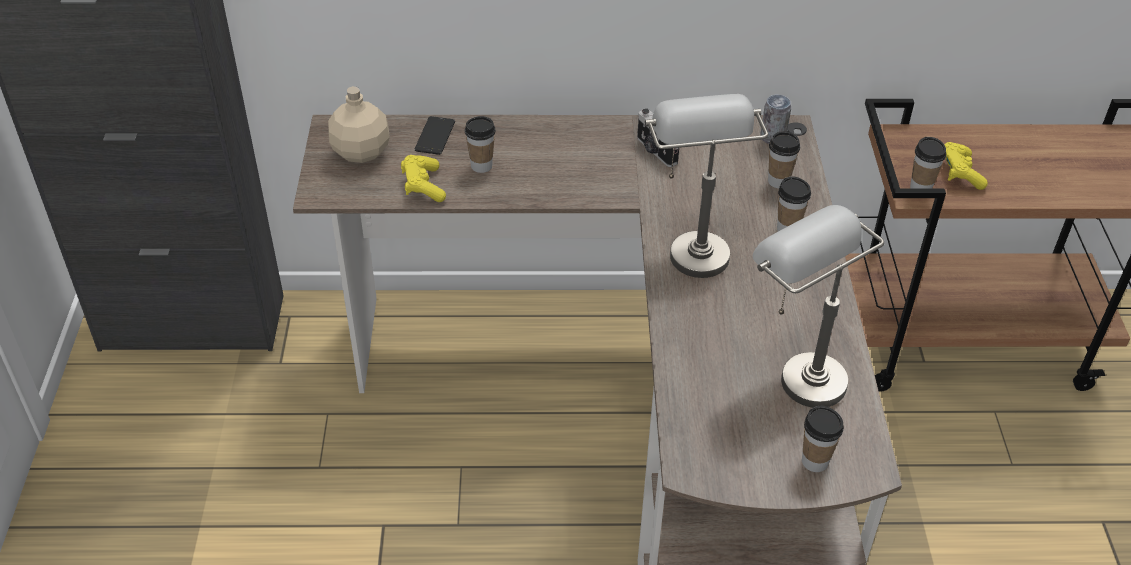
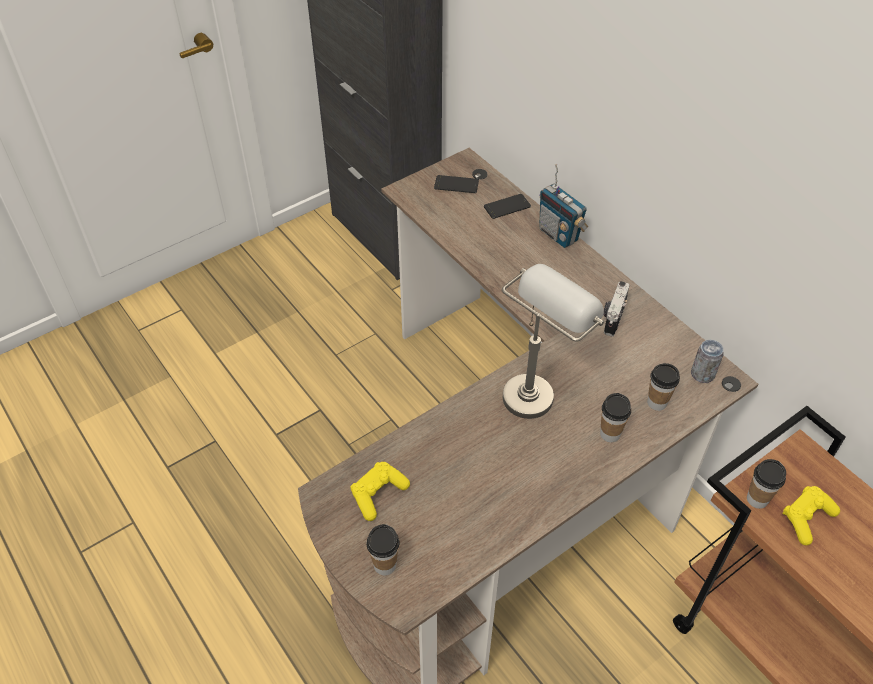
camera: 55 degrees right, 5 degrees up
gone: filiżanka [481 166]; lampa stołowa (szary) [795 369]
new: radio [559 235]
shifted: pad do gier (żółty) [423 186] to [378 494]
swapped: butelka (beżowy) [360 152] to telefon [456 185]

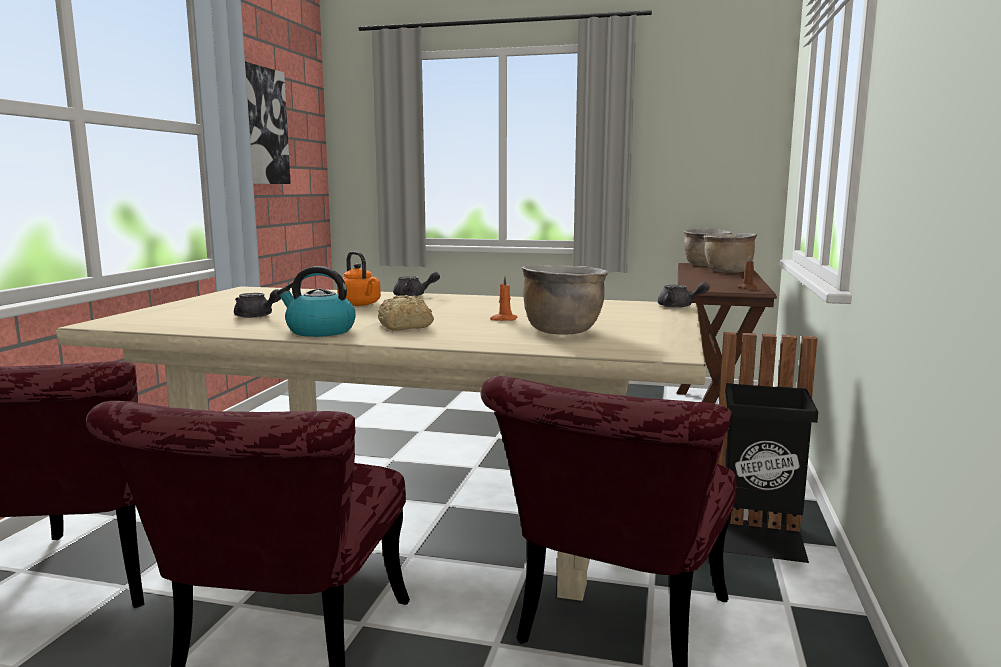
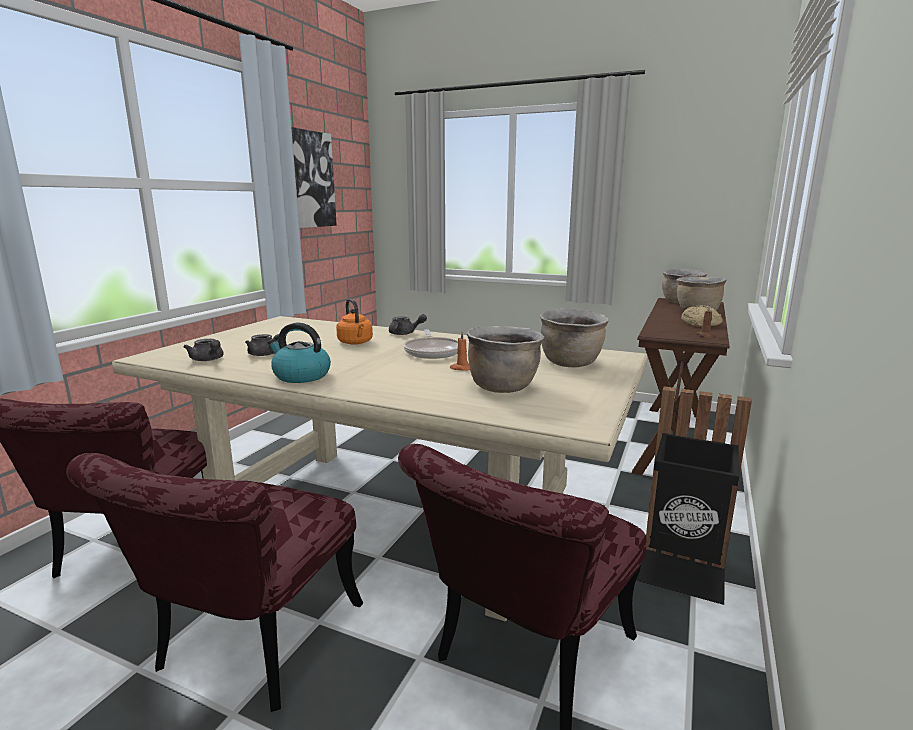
camera: 10 degrees right, 5 degrees up
new: patelnia [433 351]; garnek (brązowy) [571 363]
shifted: imbryk (szary) [679 307] to [208 360]; chleb [404 326] to [700 324]

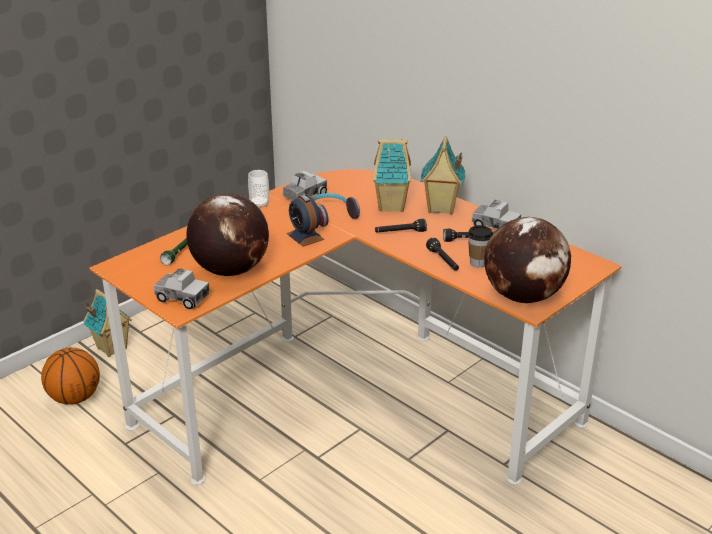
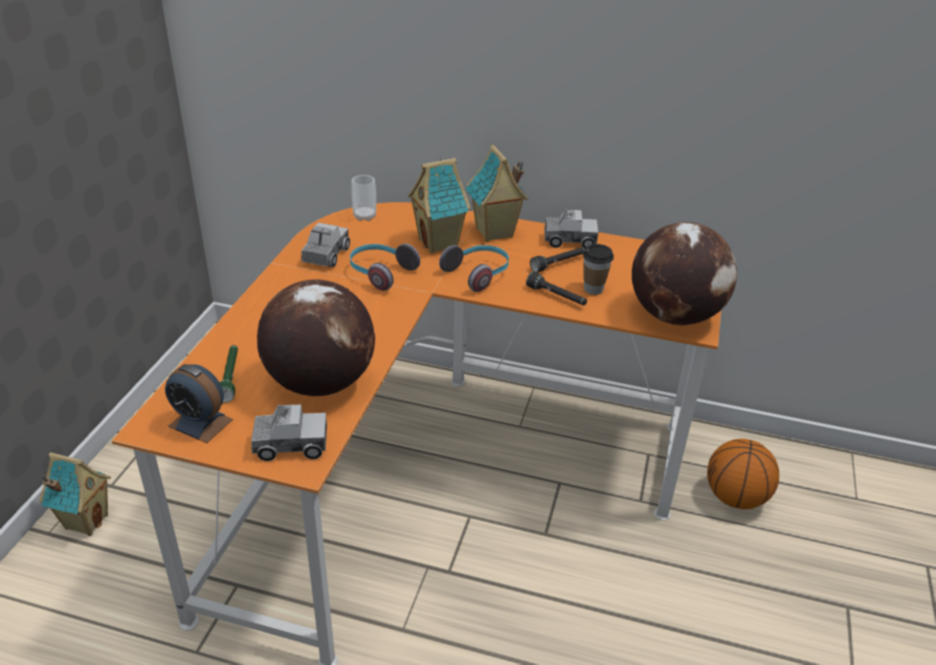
camera: 30 degrees left, 5 degrees up
shifted: budzik [305 236] to [200 423]; filiżanka [259 204] to [364 216]; piłka do koszykówki [75 398] to [735 497]
swapped: latarka (czarny) [400 233] to słuchawki [478 274]

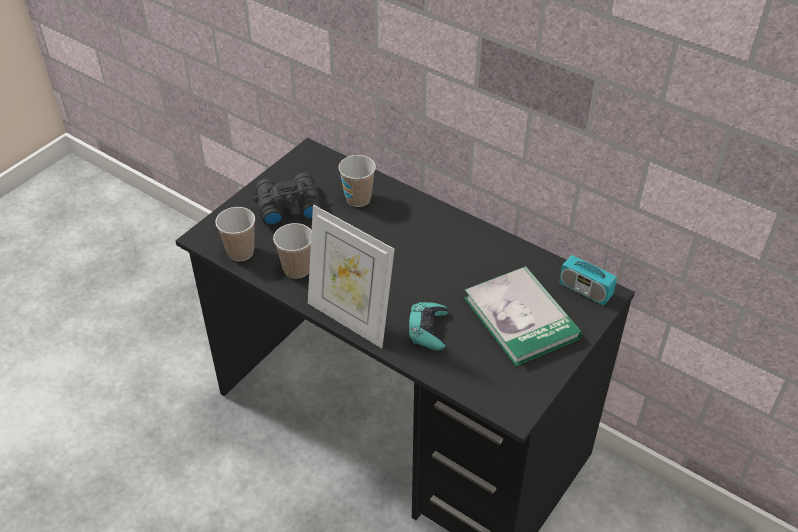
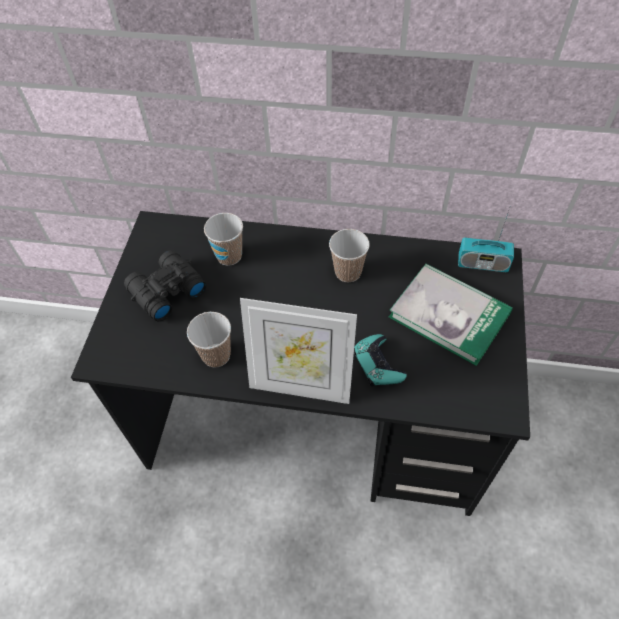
camera: 25 degrees left, 10 degrees up
shifted: filiżanka [240 252] to [348 272]

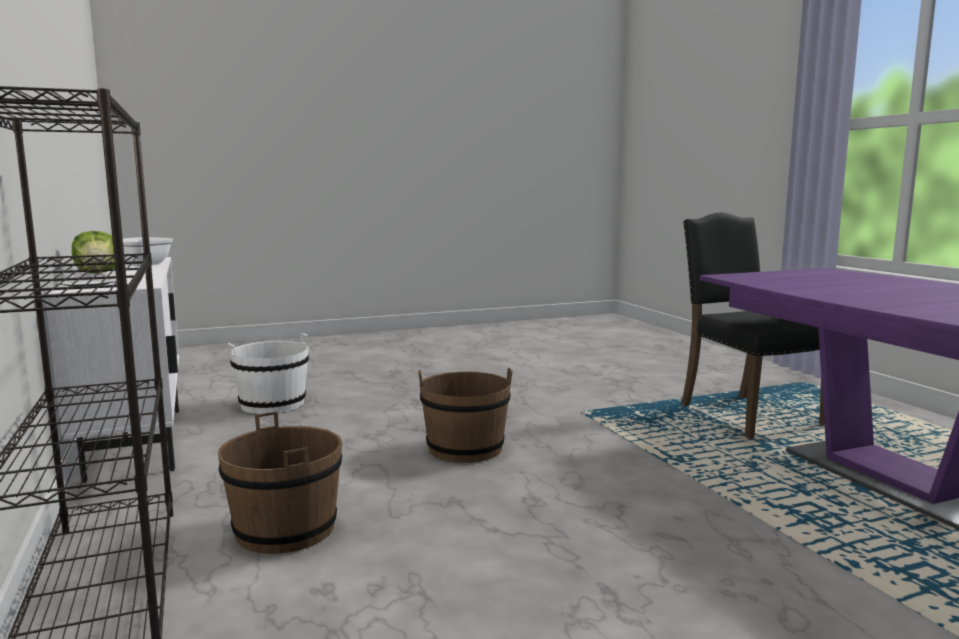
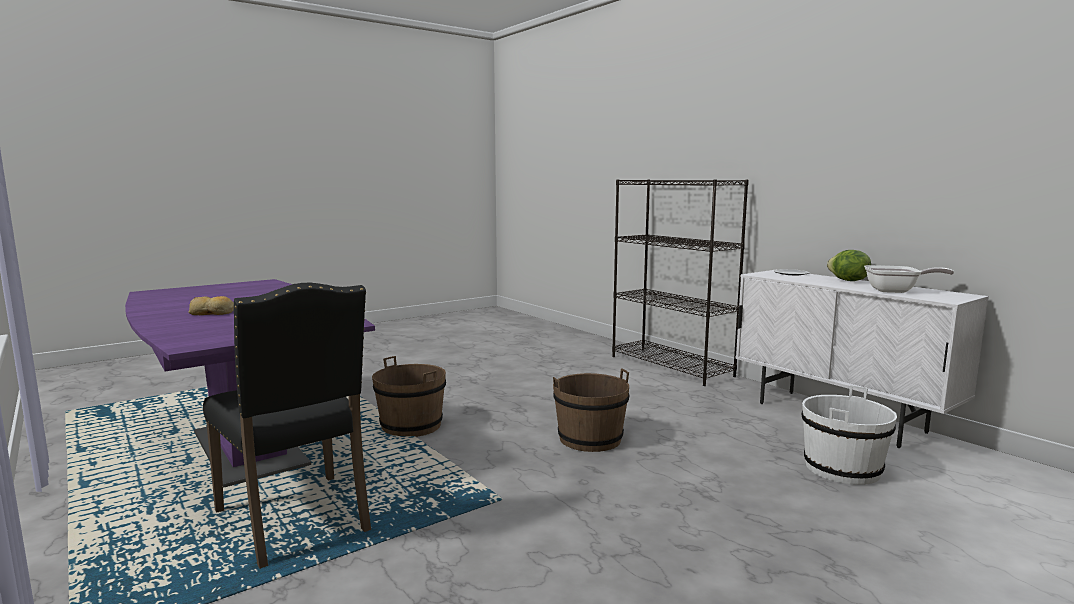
camera: 165 degrees right, 0 degrees up
new: chleb [212 313]
shifted: wiadro (brązowy) [286 530] to [411 426]

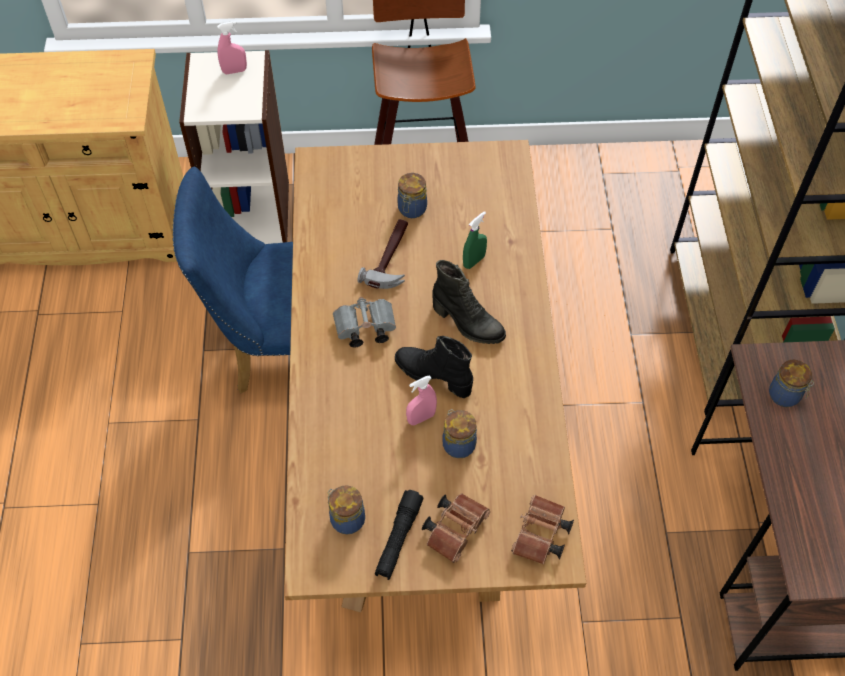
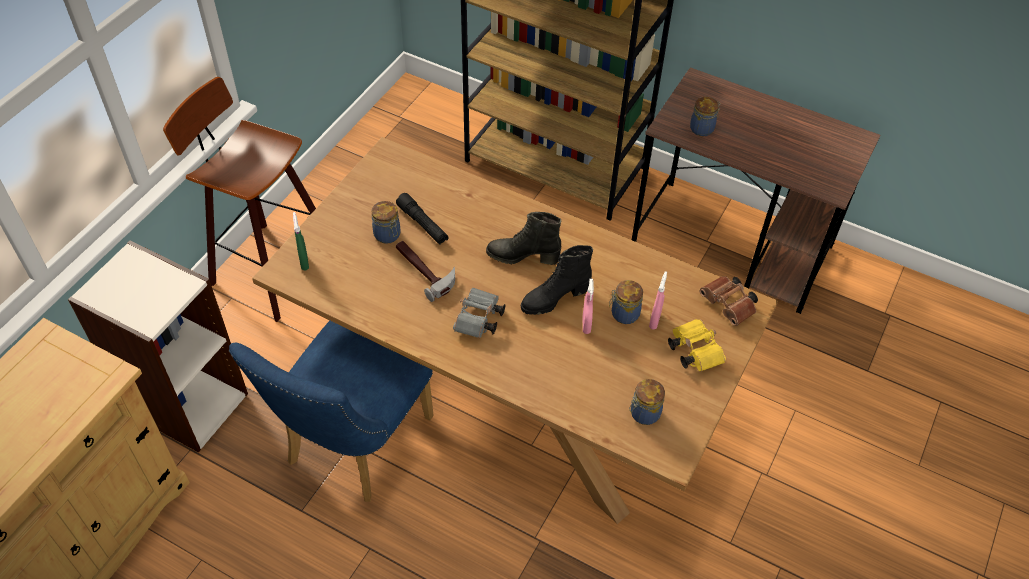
camera: 60 degrees left, 5 degrees down
shifted: spryskiwacz (zielony) [474 261] to [304 262]; latarka (czarny) [398 538] to [422 224]; spryskiwacz (różowy) [234 71] to [654 320]
repainted: lornetka (brązowy) [456 528] to lornetka (żółty) [693 350]
rotated: but z cholewką (czarny) [467 324] = [523 256] 150 degrees counterclockwise

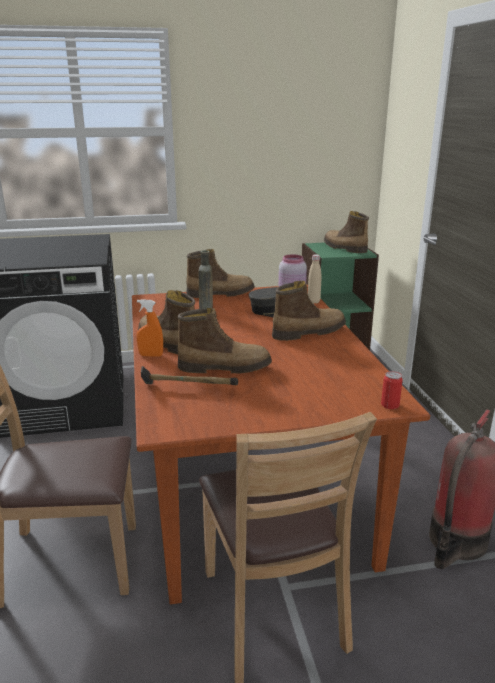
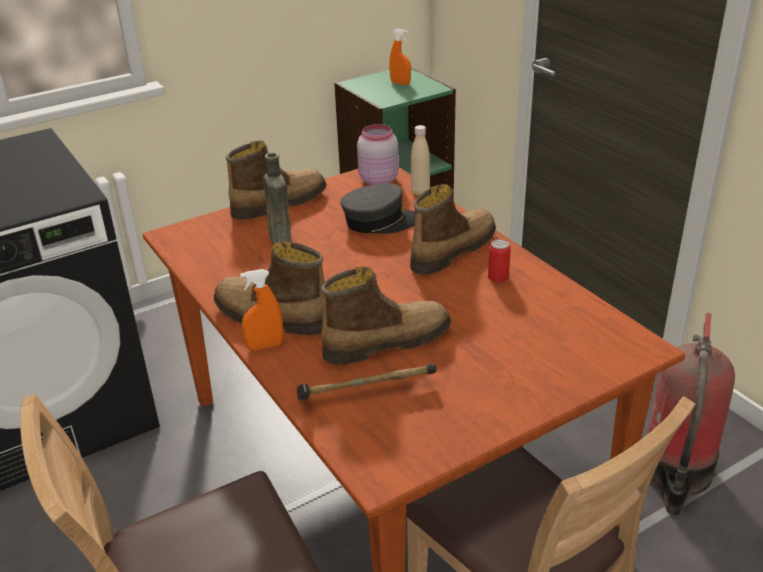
camera: 20 degrees left, 10 degrees up
shifted: puszka [390 405] to [498 277]
swapped: but z cholewką [344 248] to spryskiwacz (pomarańczowy) [400 83]

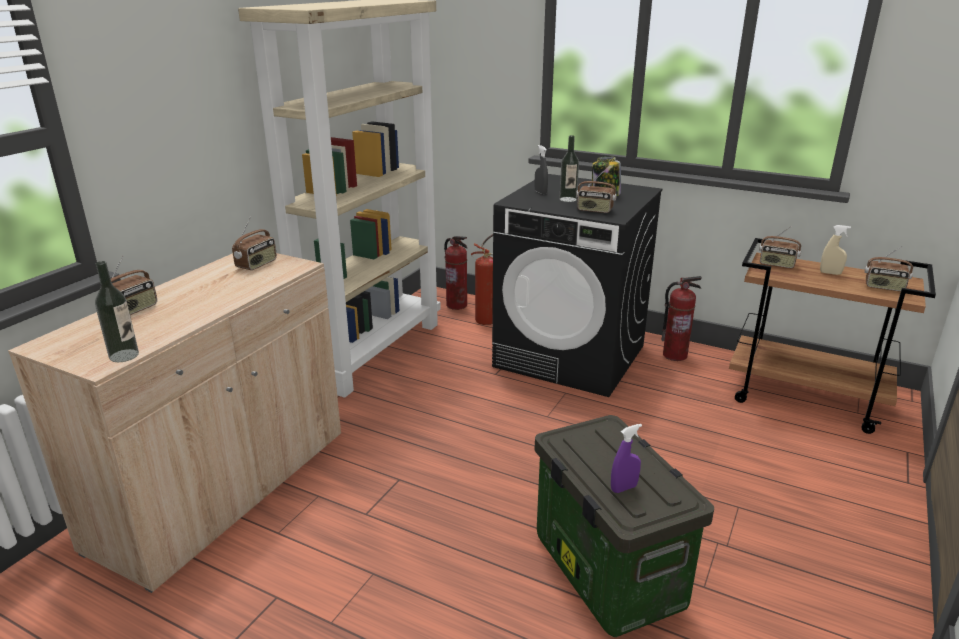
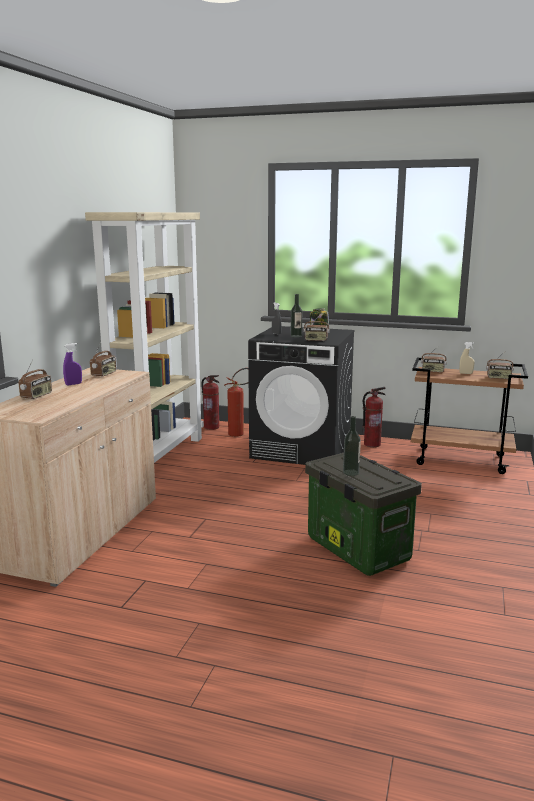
camera: 10 degrees left, 10 degrees down
shifted: spryskiwacz (fioletowy) [624 488] to [73 384]; butelka [124 355] to [351 472]

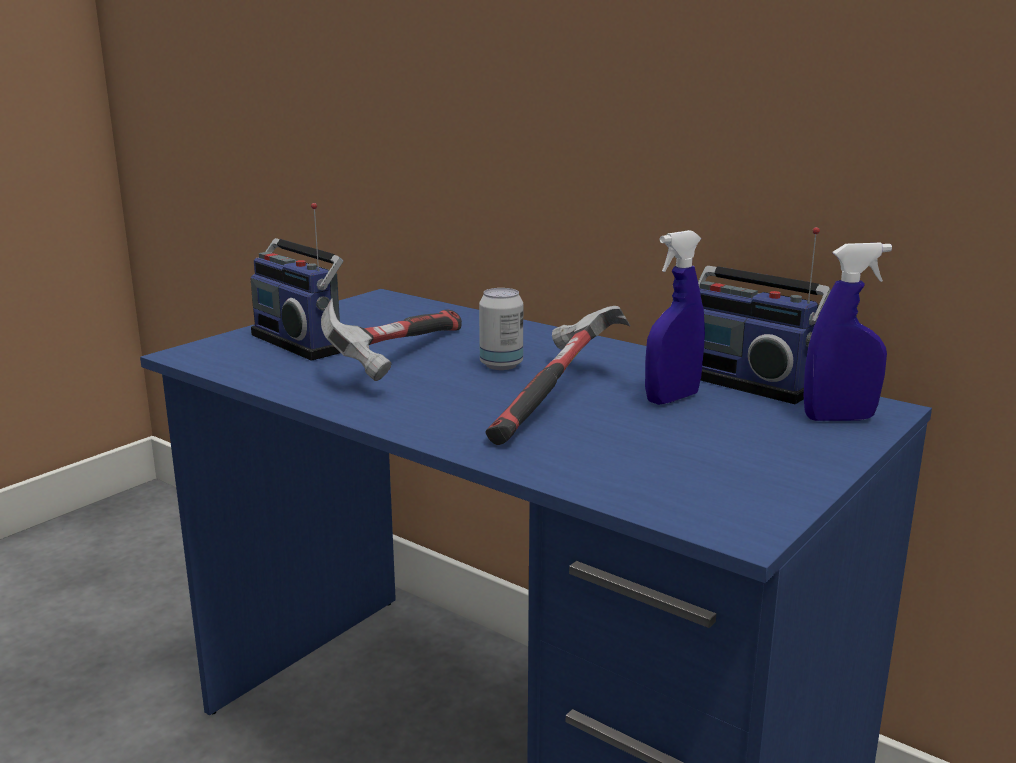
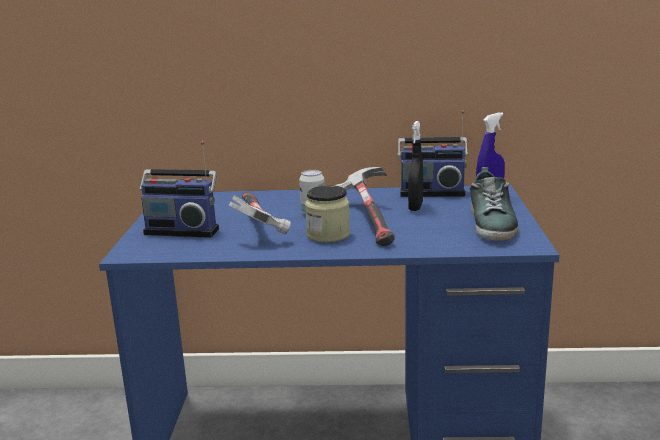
camera: 35 degrees left, 0 degrees up
new: słoik [328 235]; but [492 224]
repainted: spryskiwacz (niebieski) [672 398] to spryskiwacz (czarny) [415 207]

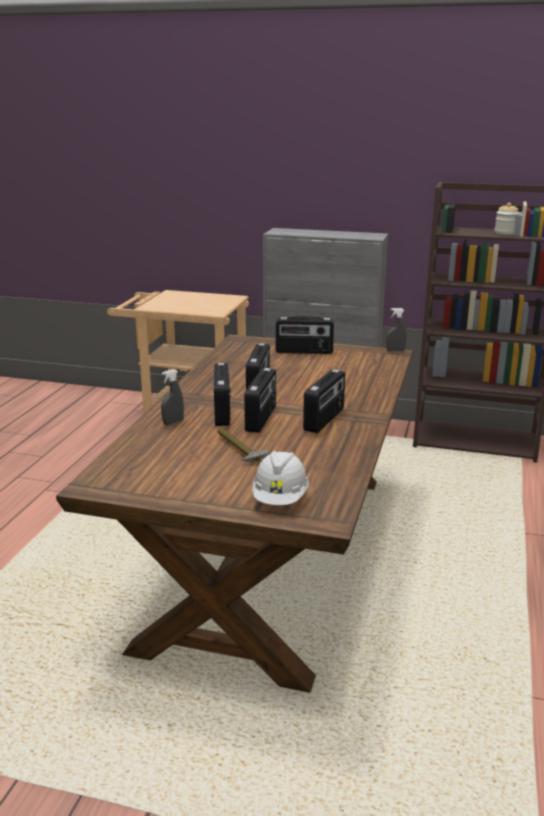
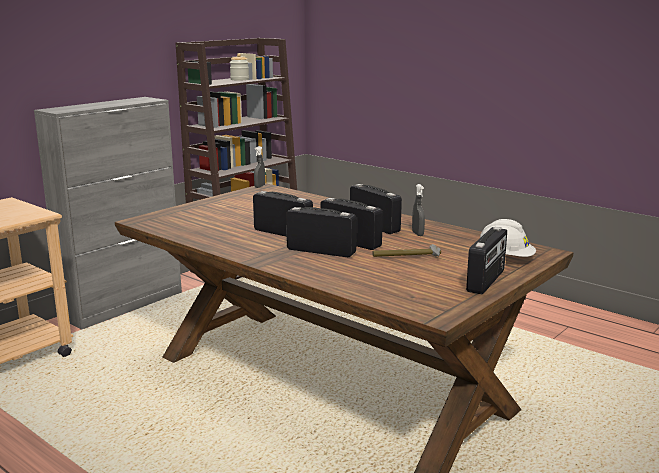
camera: 65 degrees left, 5 degrees down
shifted: spryskiwacz (szary) [173 422] to [417 234]; radio [304 352] to [486 281]

